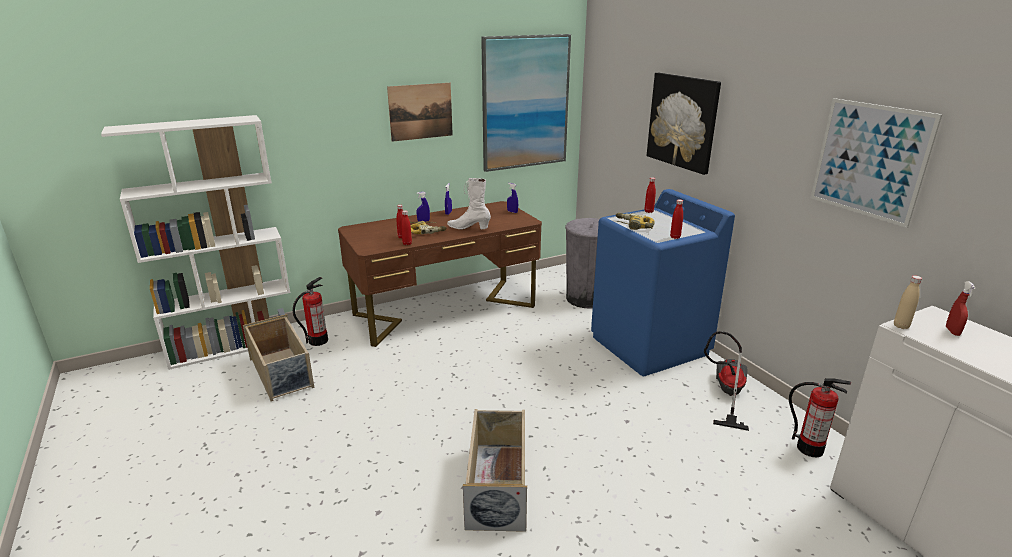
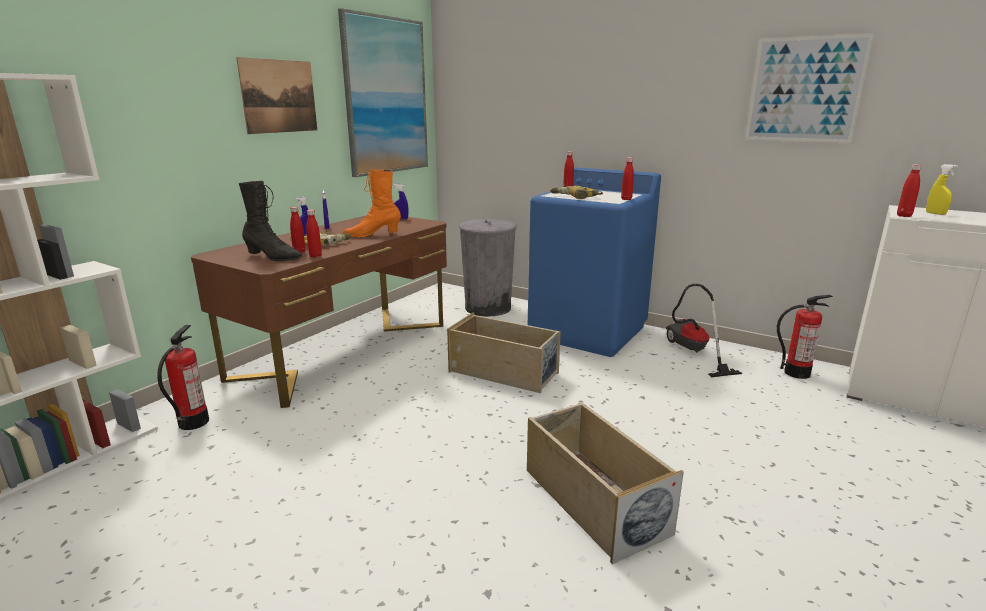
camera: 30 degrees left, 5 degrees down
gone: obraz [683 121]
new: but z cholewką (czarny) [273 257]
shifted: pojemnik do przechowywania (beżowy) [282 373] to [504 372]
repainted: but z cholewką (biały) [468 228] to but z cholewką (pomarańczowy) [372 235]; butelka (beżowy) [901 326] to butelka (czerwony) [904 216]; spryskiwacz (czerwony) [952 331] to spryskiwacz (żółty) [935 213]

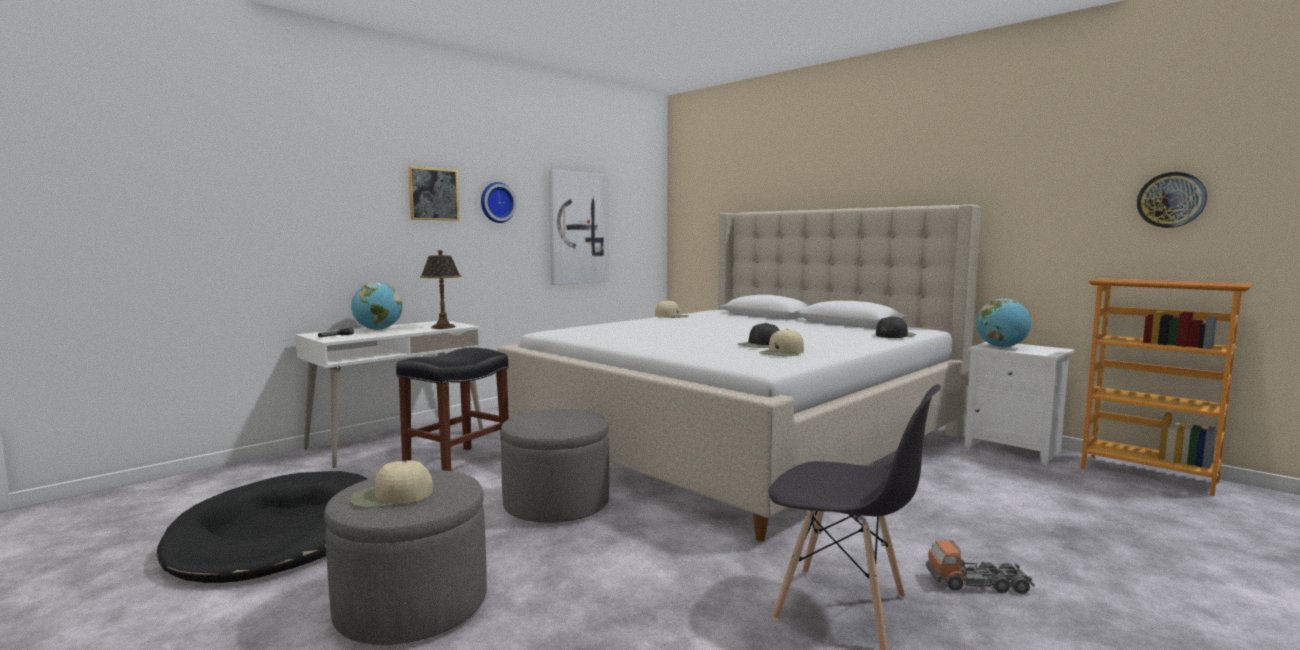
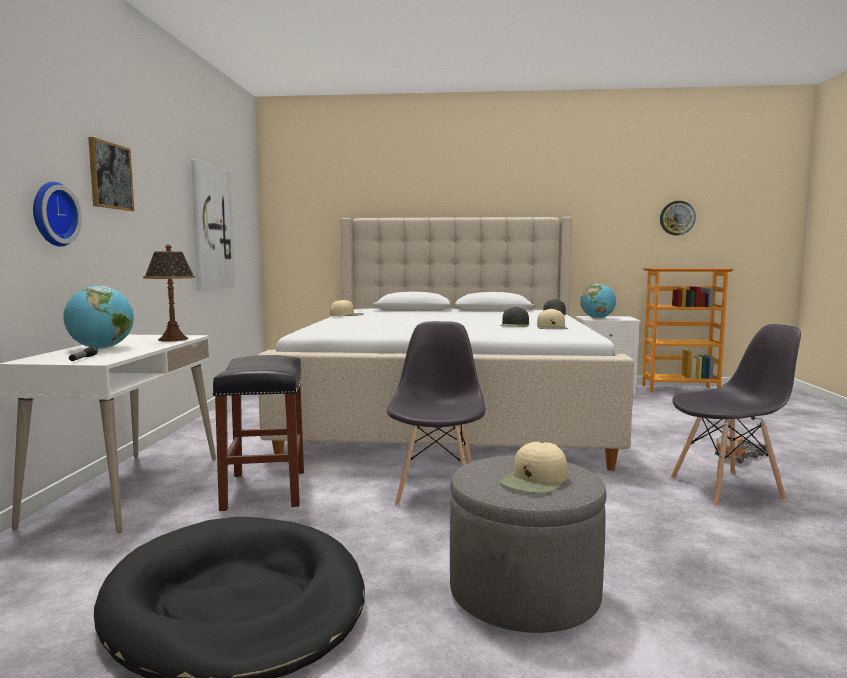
camera: 40 degrees left, 0 degrees up
shifted: zegar ścienny [496 202] to [51 214]
swapped: pufa (szary) [556 504] to krzesło (szary) [437 491]

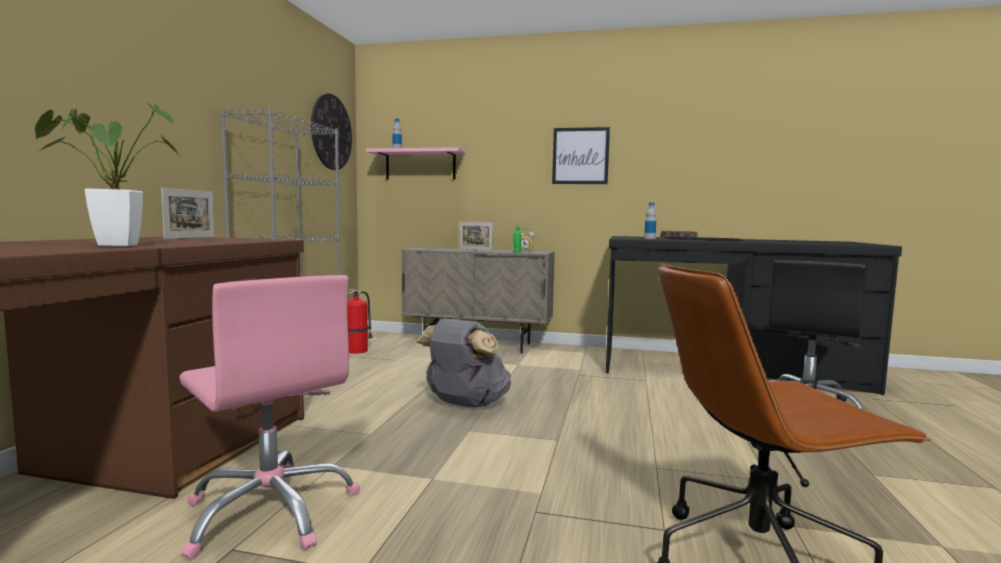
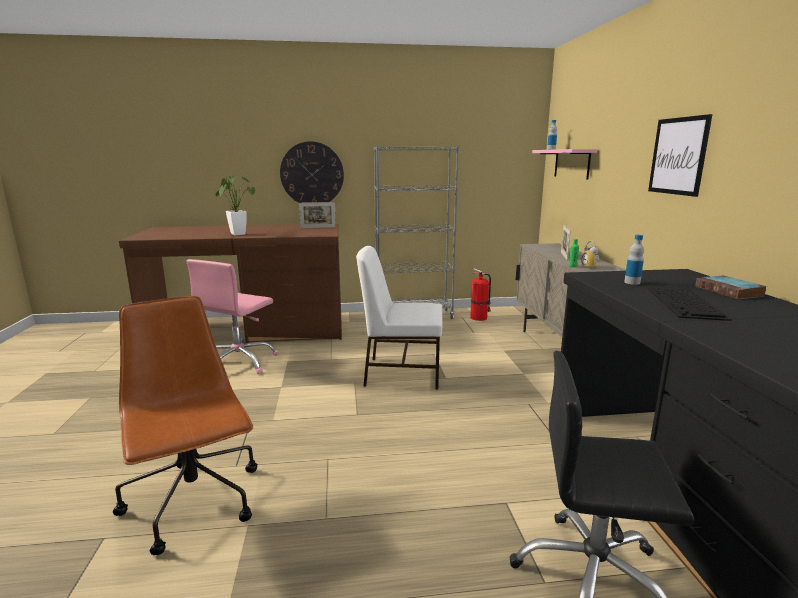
camera: 70 degrees right, 10 degrees up
shifted: zegar ścienny [331 132] to [312 174]
swapped: plecak (szary) [465 404] to krzesło (biały) [401 372]

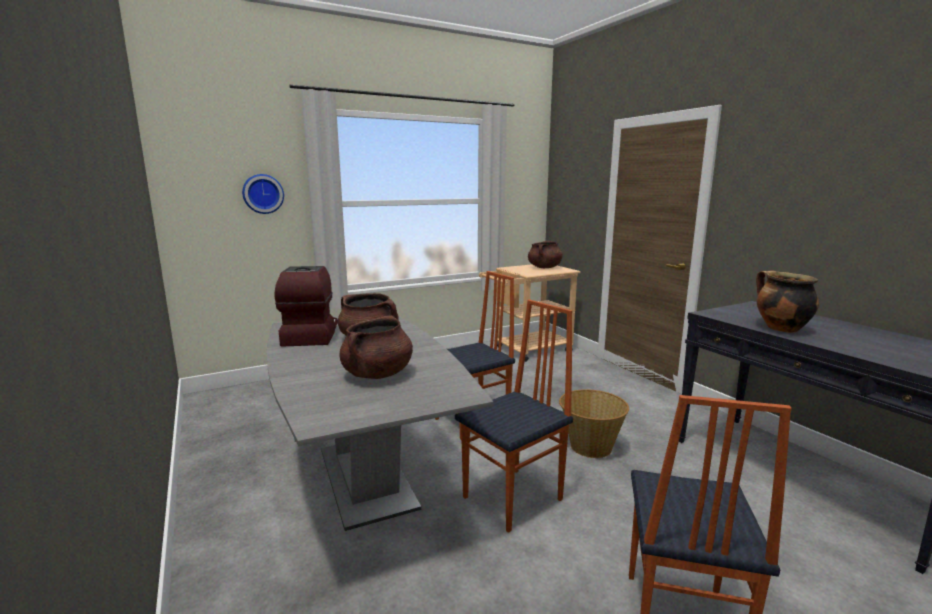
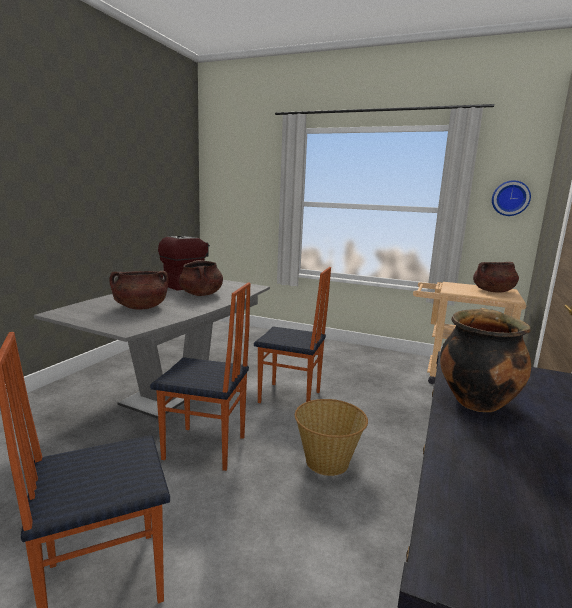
camera: 50 degrees right, 0 degrees up
shifted: zegar ścienny [263 194] to [510 198]

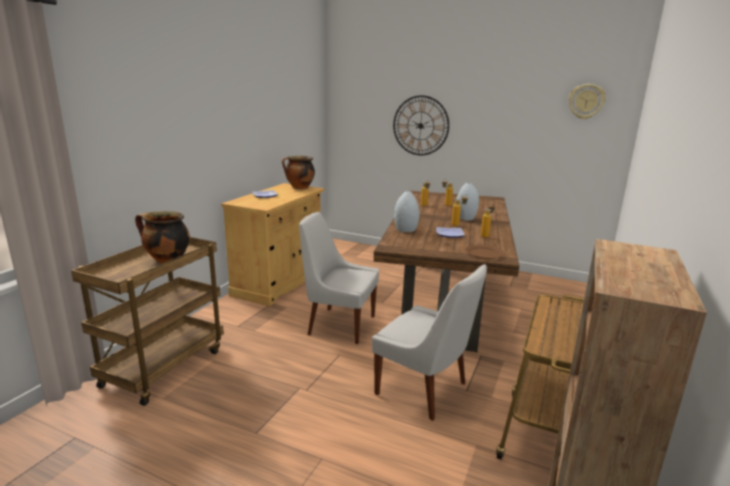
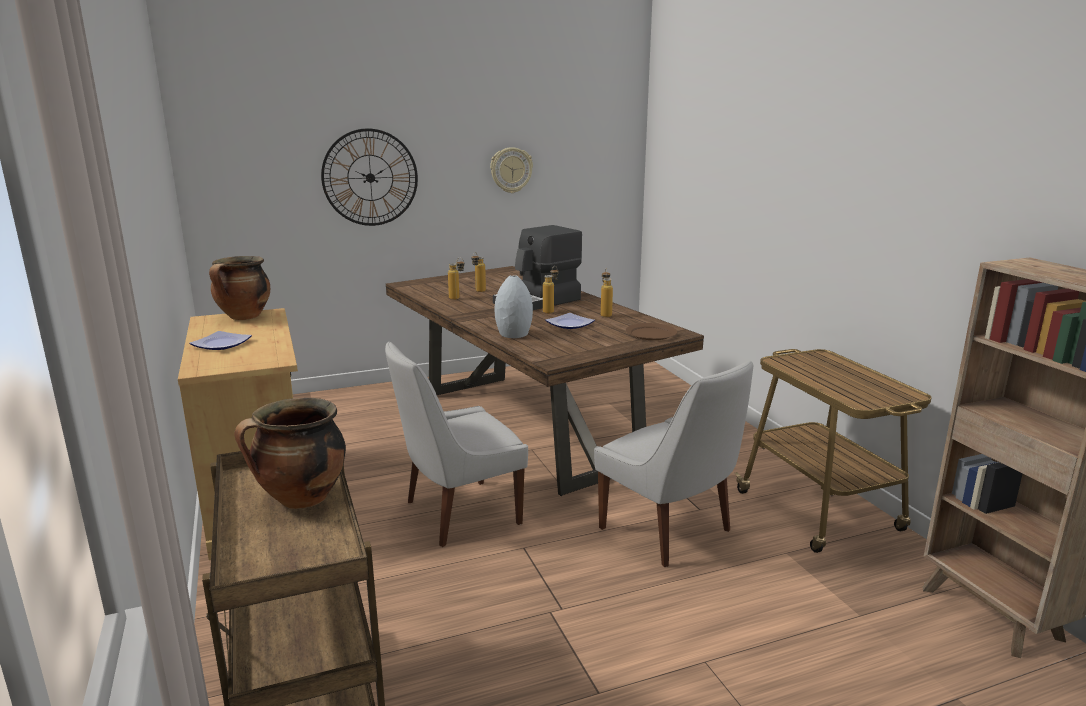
camera: 45 degrees left, 0 degrees up
shifted: zegar ścienny [586 101] to [511 170]
swapped: wazon (szary) [465 218] to ekspres do kawy [539 301]
rotated: krzesło (biały) [424 390] = [669 531] 60 degrees clockwise

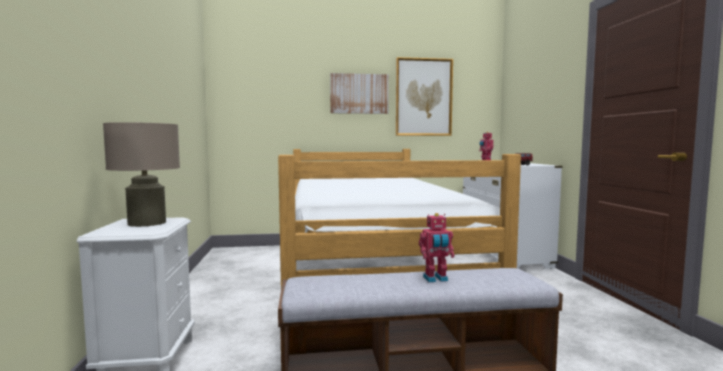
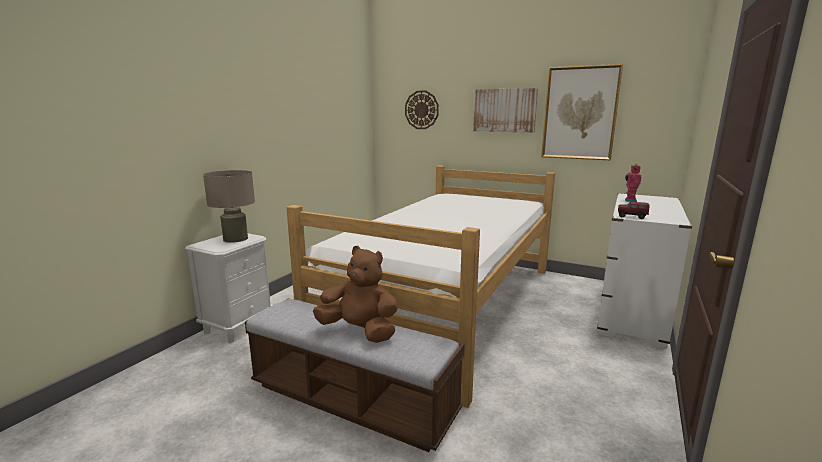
camera: 35 degrees right, 10 degrees up
new: zegar ścienny [421 110]
swapped: robot zabawkowy [436 279] to pluszak (brązowy) [360 331]

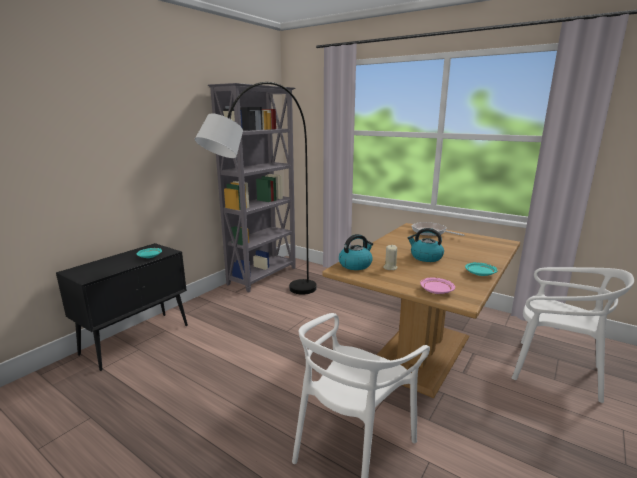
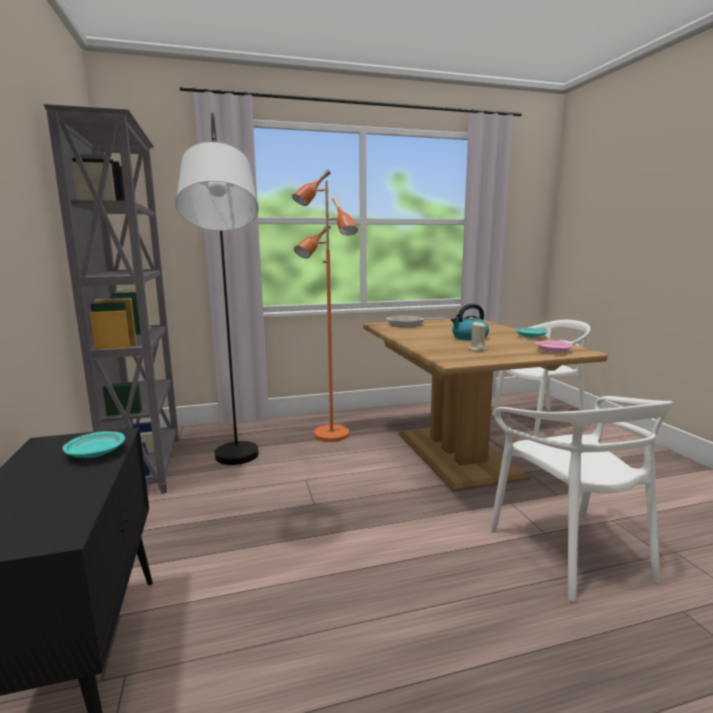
camera: 50 degrees left, 5 degrees down
gone: czajnik [355 265]
new: lampa stojąca (pomarańczowy) [331 435]

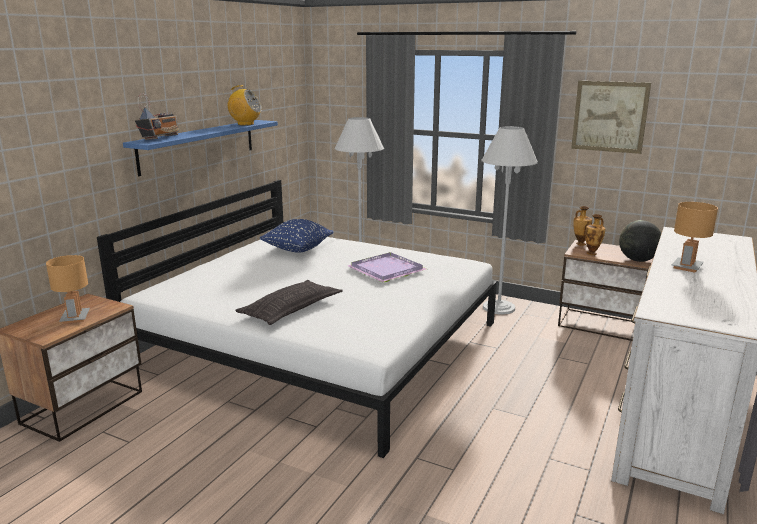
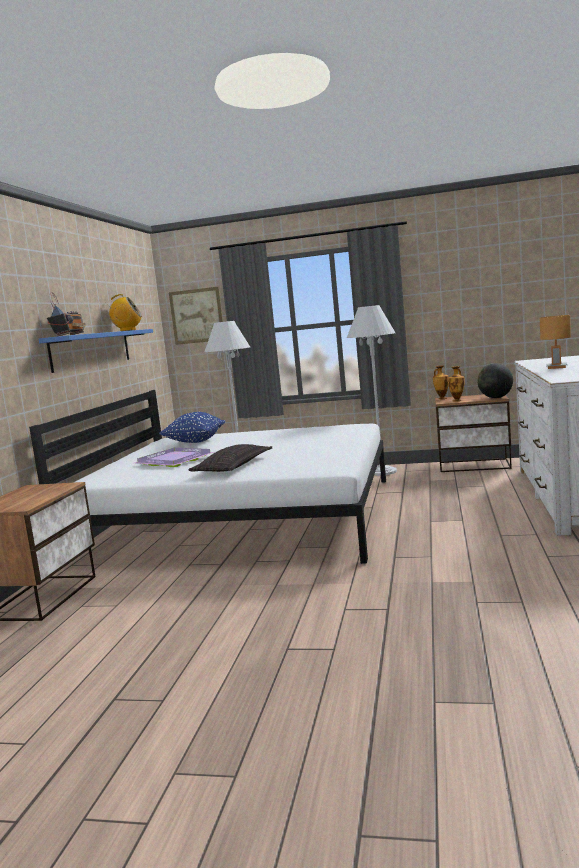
camera: 15 degrees left, 10 degrees down
gone: lampa stołowa (brązowy) [75 317]
shifted: taca (fioletowy) [386 270] to [174 460]; obraz [609 116] to [197 316]

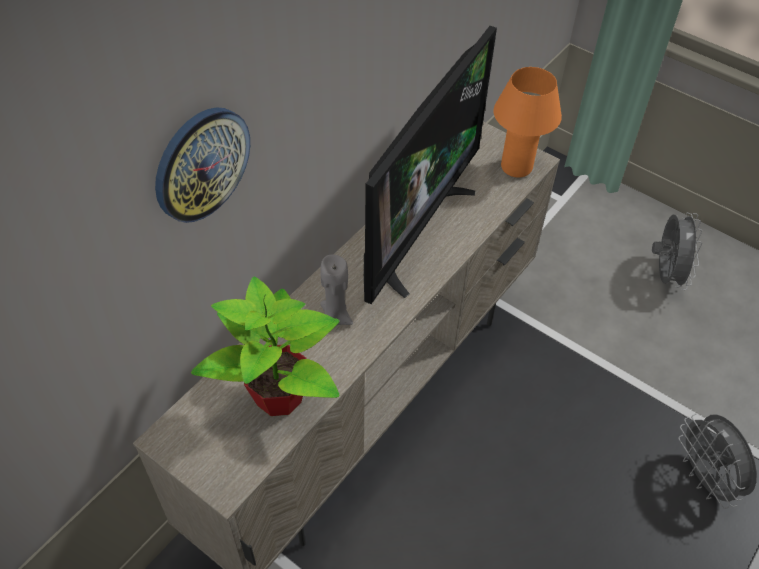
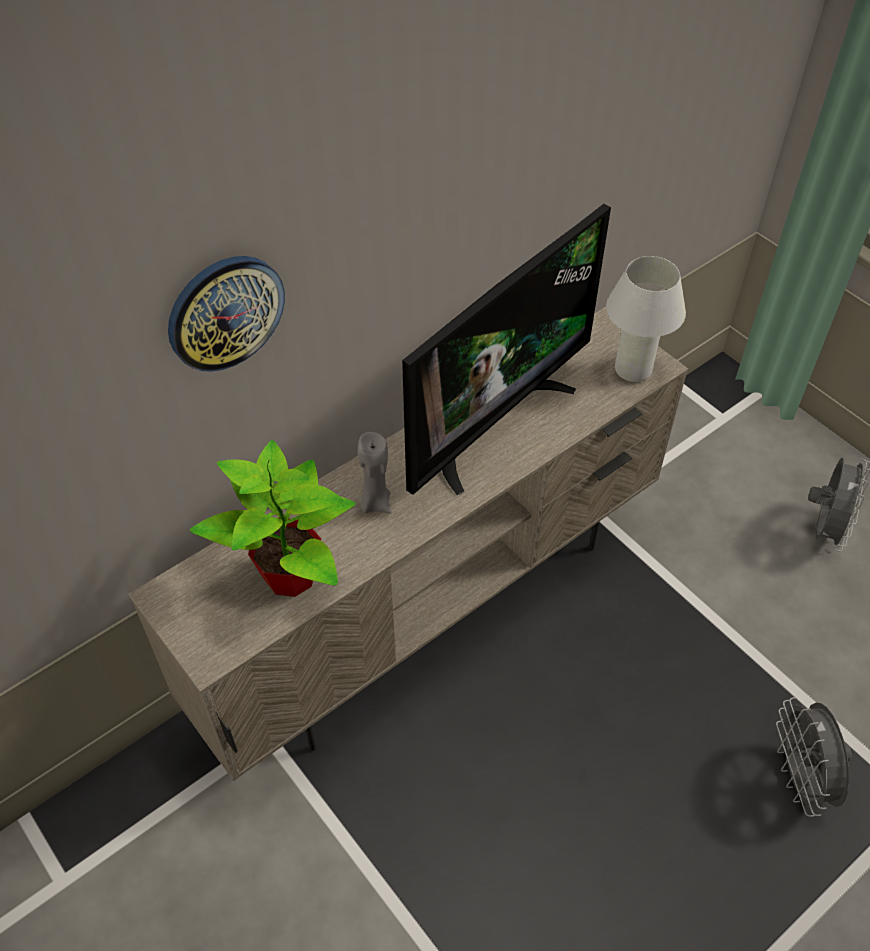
camera: 15 degrees right, 0 degrees up
repainted: lampa stołowa (pomarańczowy) [516 167] to lampa stołowa (biały) [633 370]

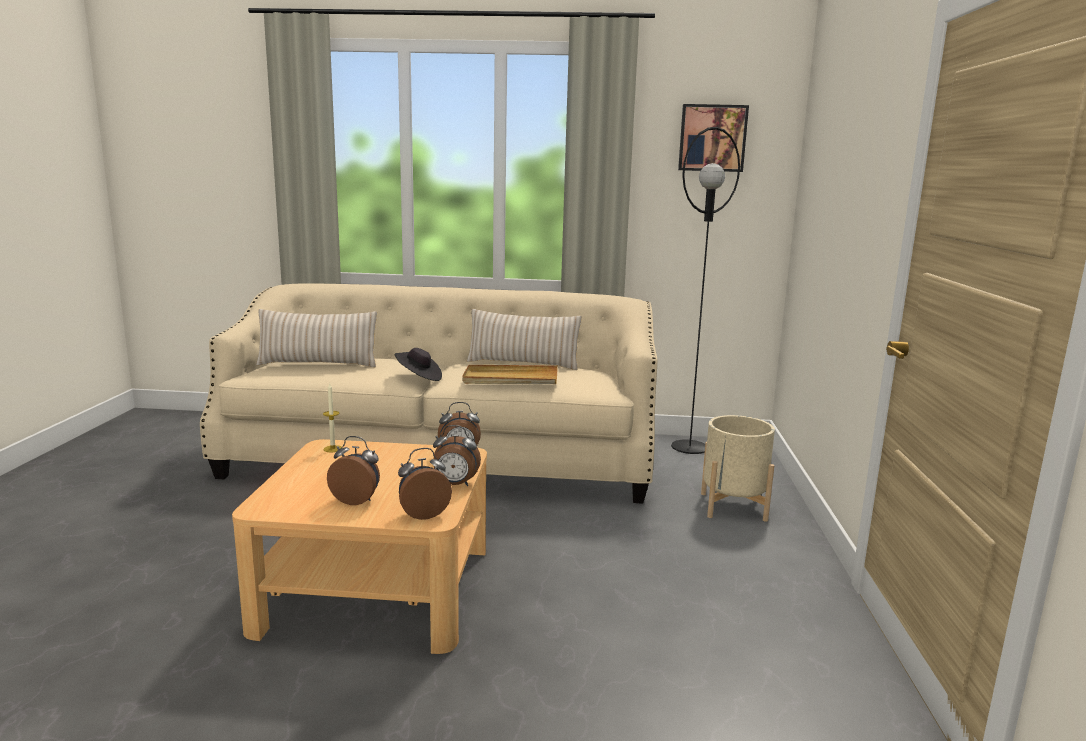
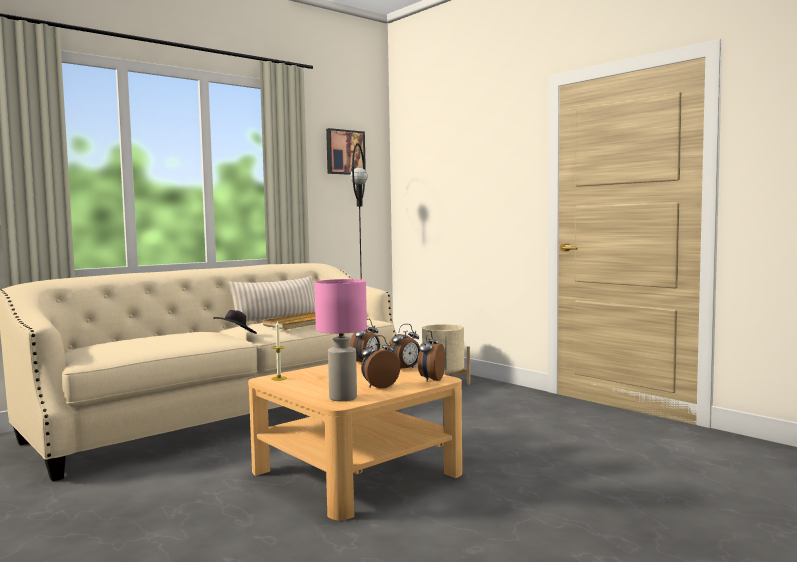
camera: 45 degrees left, 10 degrees down
gone: poduszka (beżowy) [318 364]
new: lampa stołowa (różowy) [342 398]

